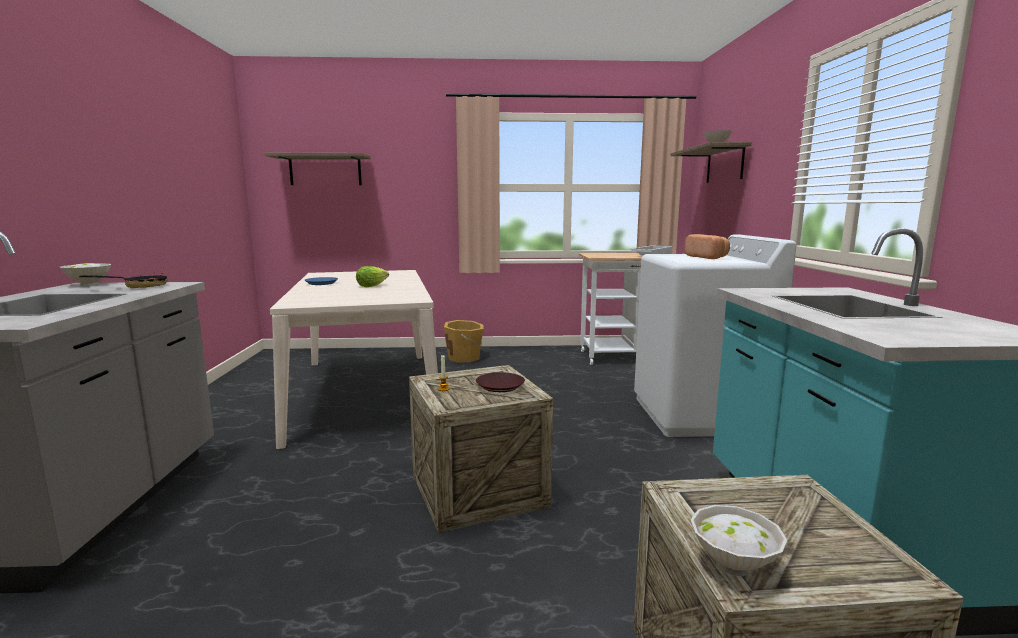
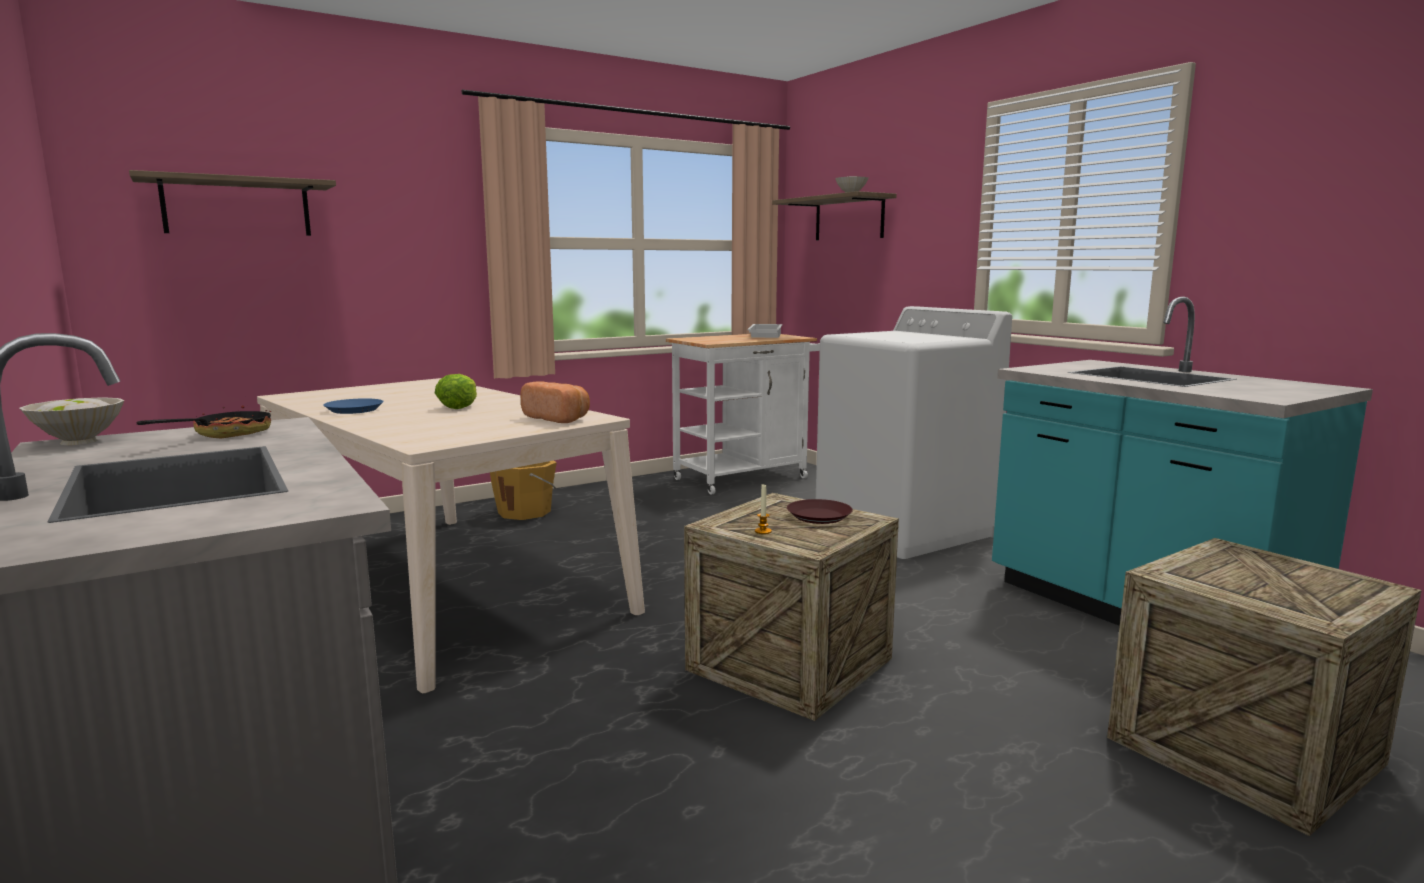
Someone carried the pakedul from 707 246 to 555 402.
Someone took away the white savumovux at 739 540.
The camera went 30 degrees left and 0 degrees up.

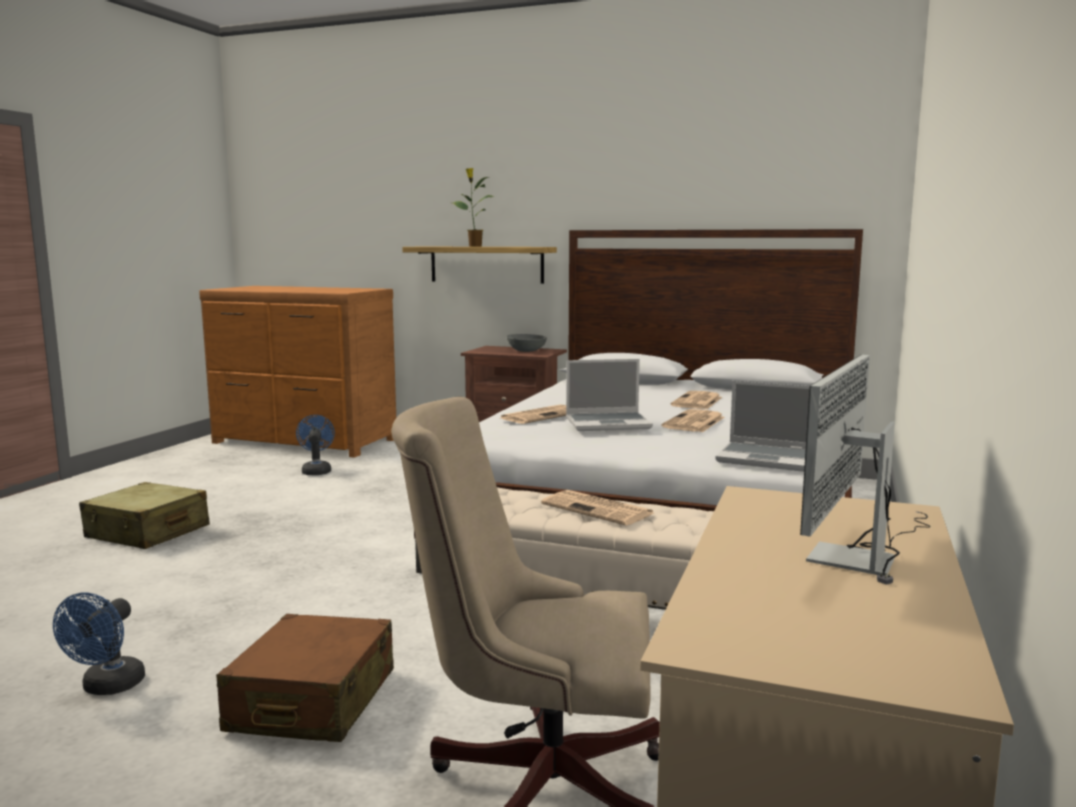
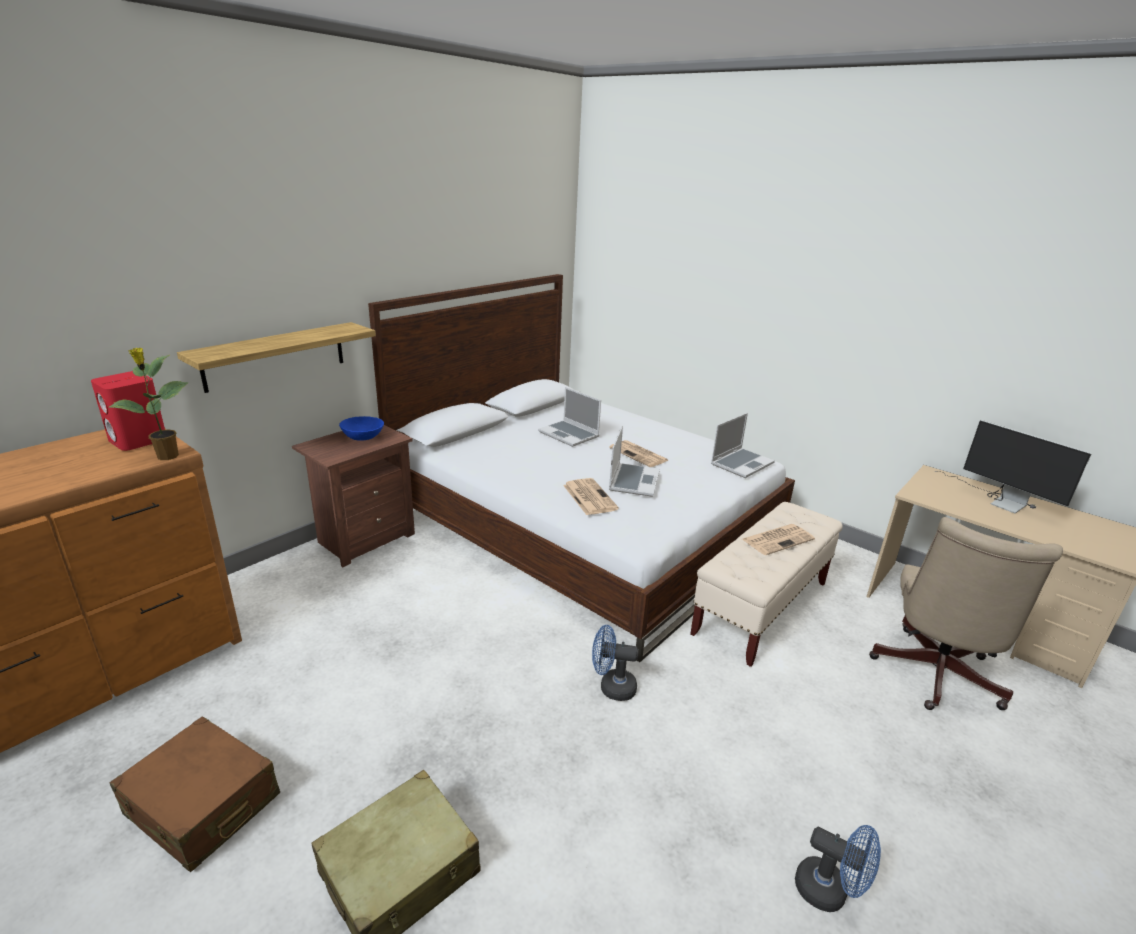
Someone carried the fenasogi from 473 207 to 149 404.
Someone repainted the grey savumovux at 526 343, which became the blue savumovux at 361 428.
Someone swapped the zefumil at 696 400 for the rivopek at 569 417.
Someone carried the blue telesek from 315 445 to 615 663.
Someone carried the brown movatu from 305 678 to 195 794.
Someone put down the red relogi at 128 411.
The camera went 70 degrees left and 15 degrees up.

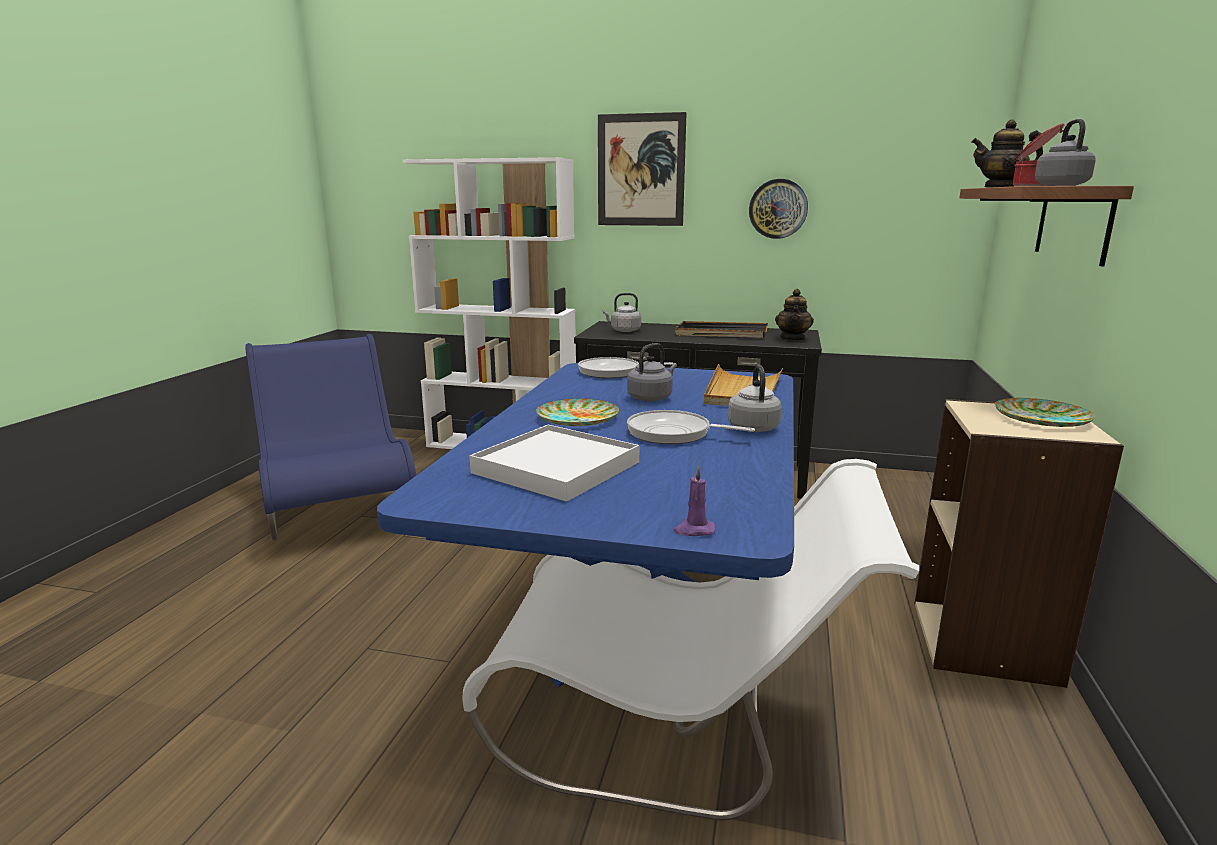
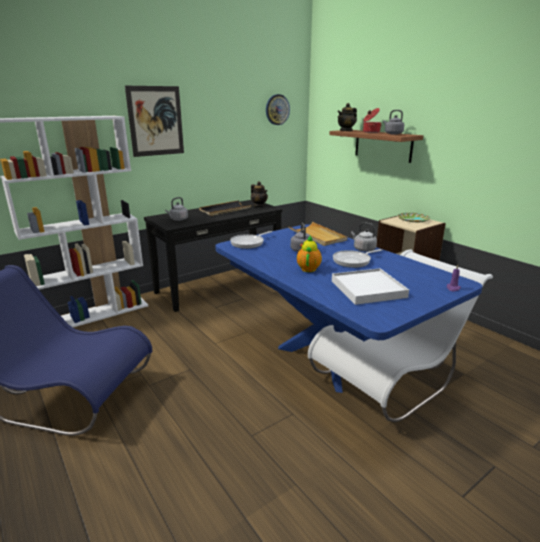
Someone carried the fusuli from 778 209 to 278 109.
Someone swapped the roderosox at 577 412 for the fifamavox at 309 253.
The camera went 50 degrees left and 5 degrees up.

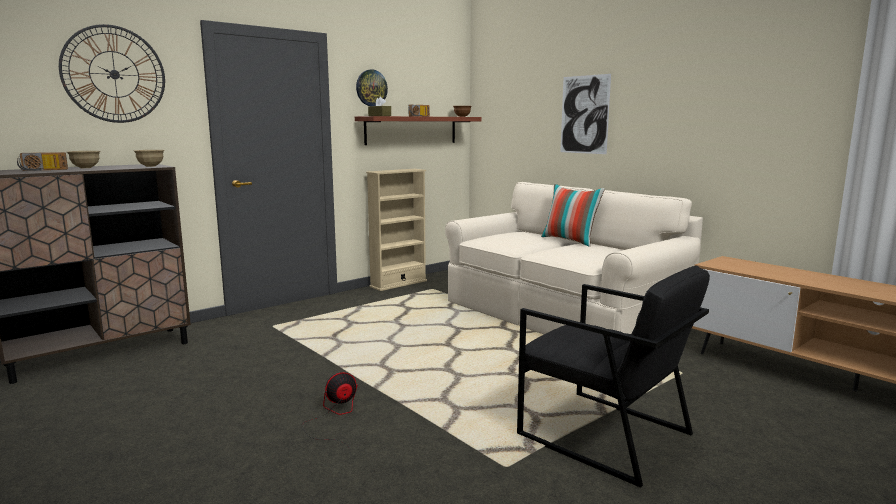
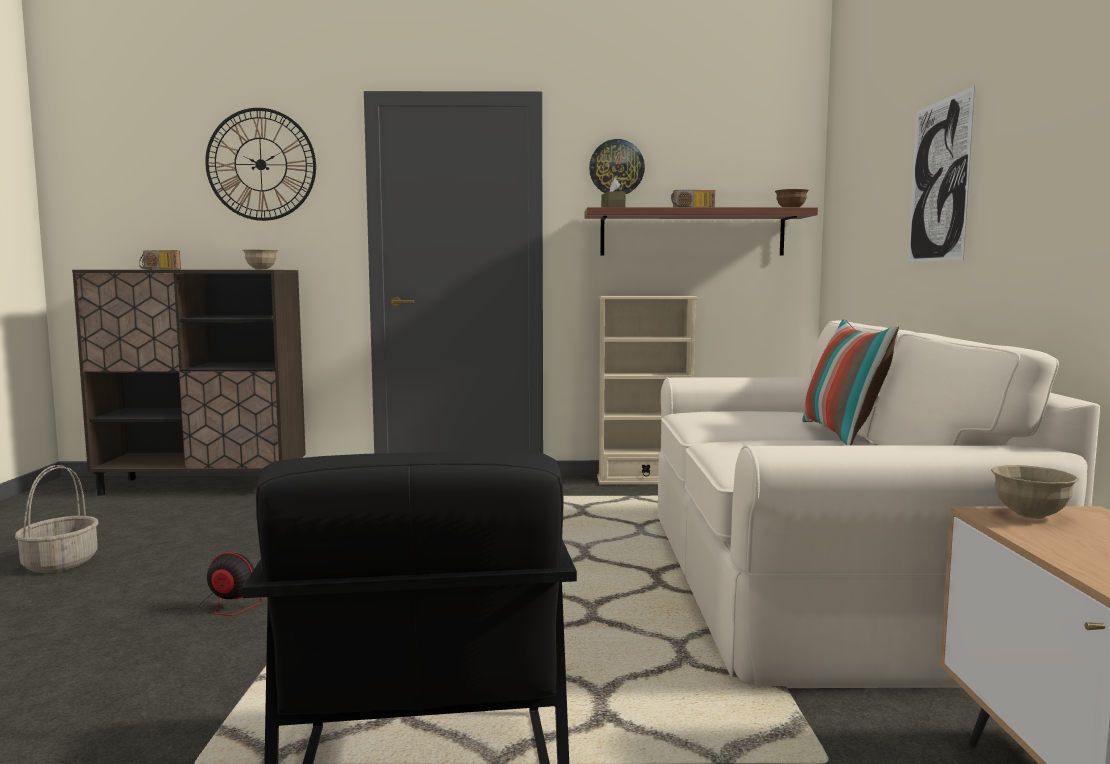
Someone carried the beige savumovux from 84 159 to 1035 492.
Someone put down the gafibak at 56 519.
The camera went 40 degrees right and 5 degrees down.

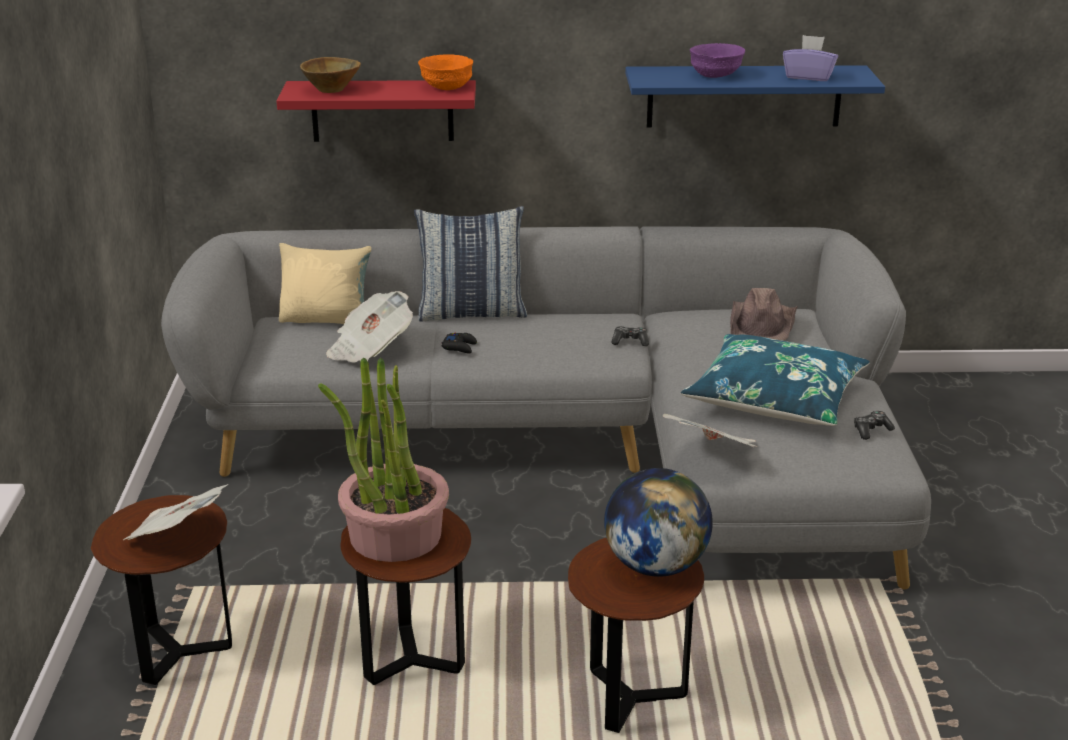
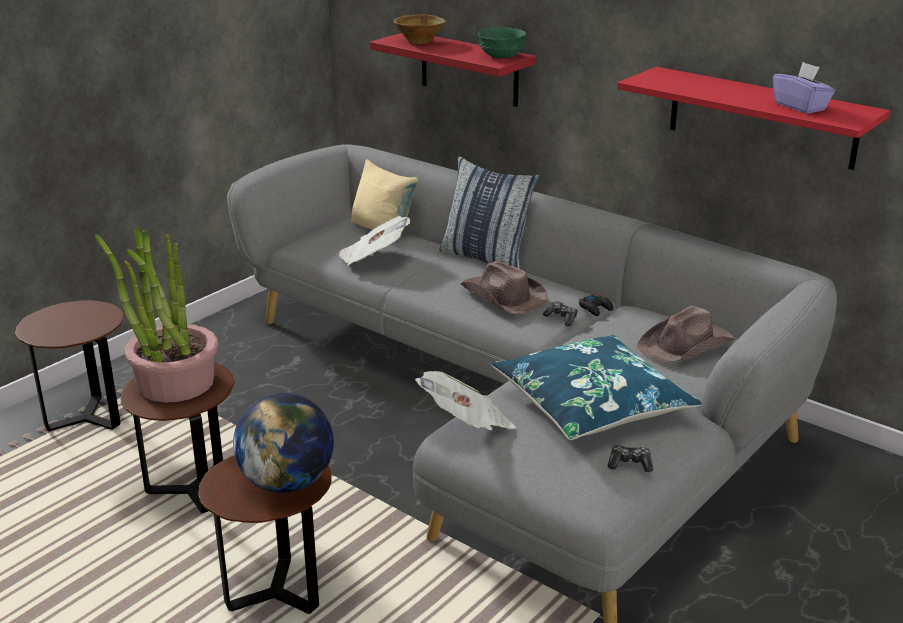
Someone took away the purple savumovux at 717 60.
Someone repainted the orange savumovux at 445 72, which became the green savumovux at 502 43.
Someone repainted the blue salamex at 755 96, which became the red salamex at 753 118.
Someone carried the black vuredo from 459 343 to 596 305.
Someone took away the zefumil at 176 512.
Someone put down the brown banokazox at 504 287.
The camera went 40 degrees right and 0 degrees up.

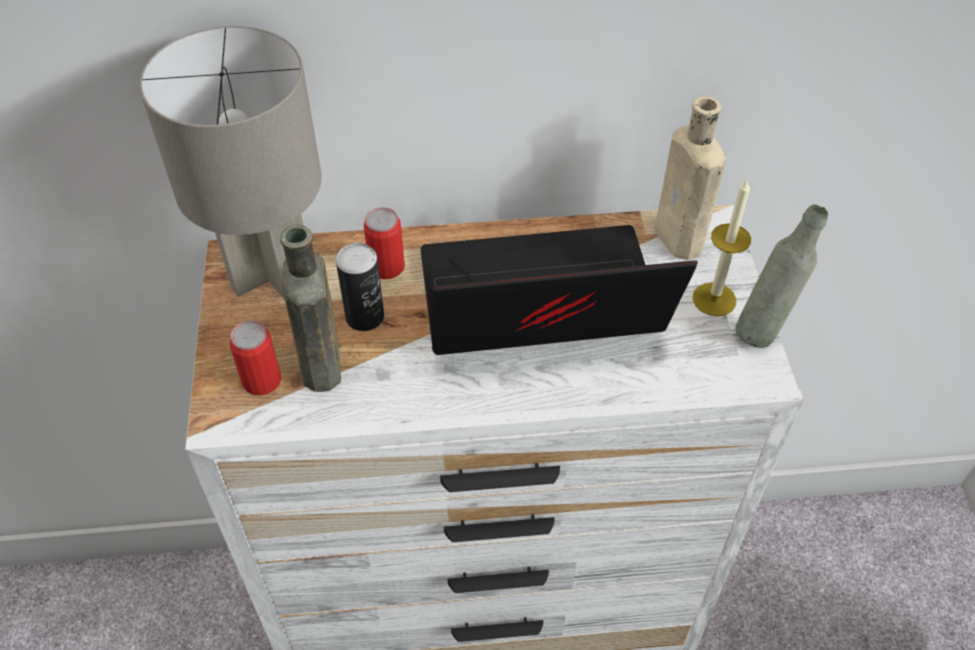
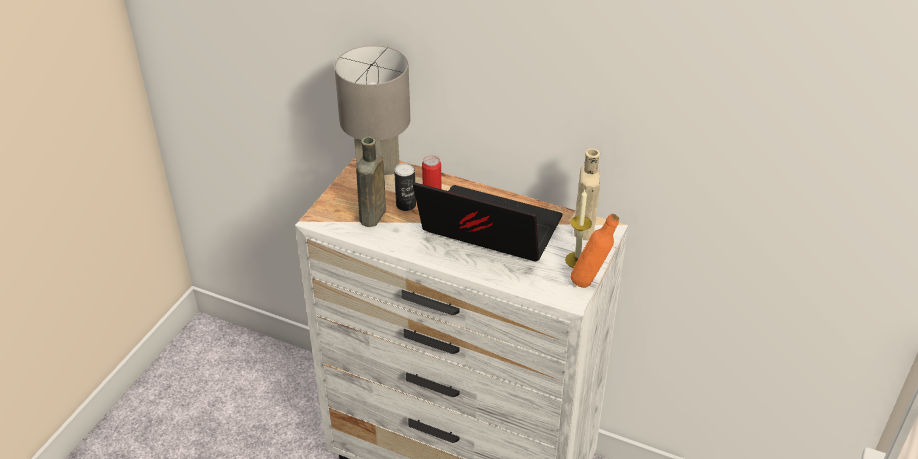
Someone repainted the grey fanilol at 781 276, which became the orange fanilol at 594 251.
Someone took away the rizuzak at 255 357.
The camera went 30 degrees right and 10 degrees down.

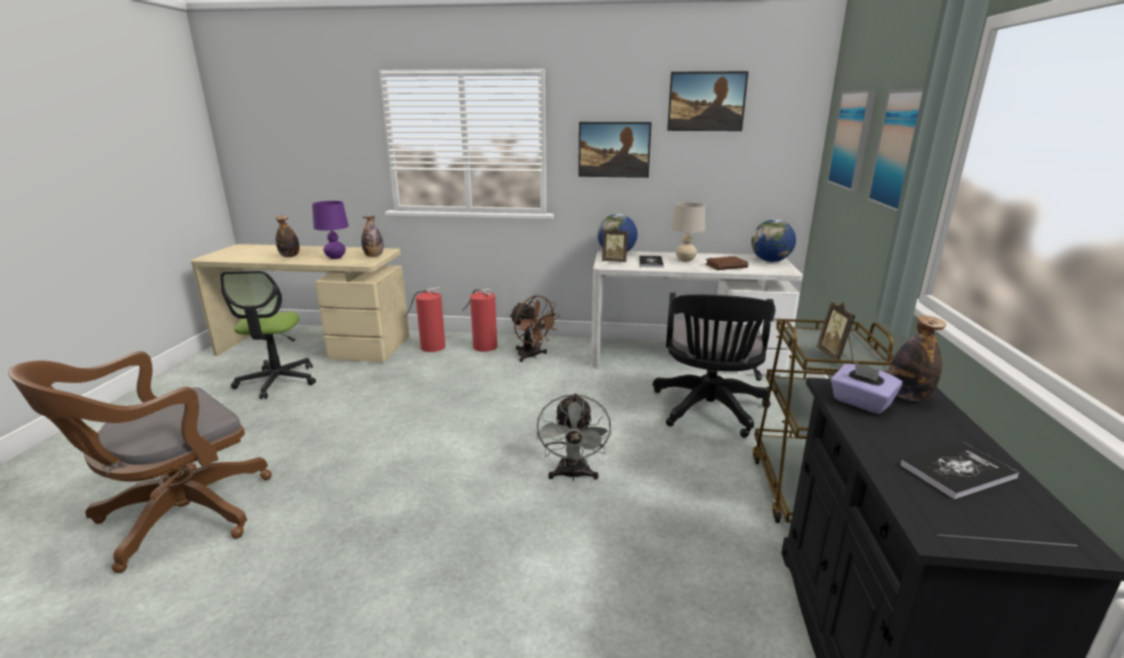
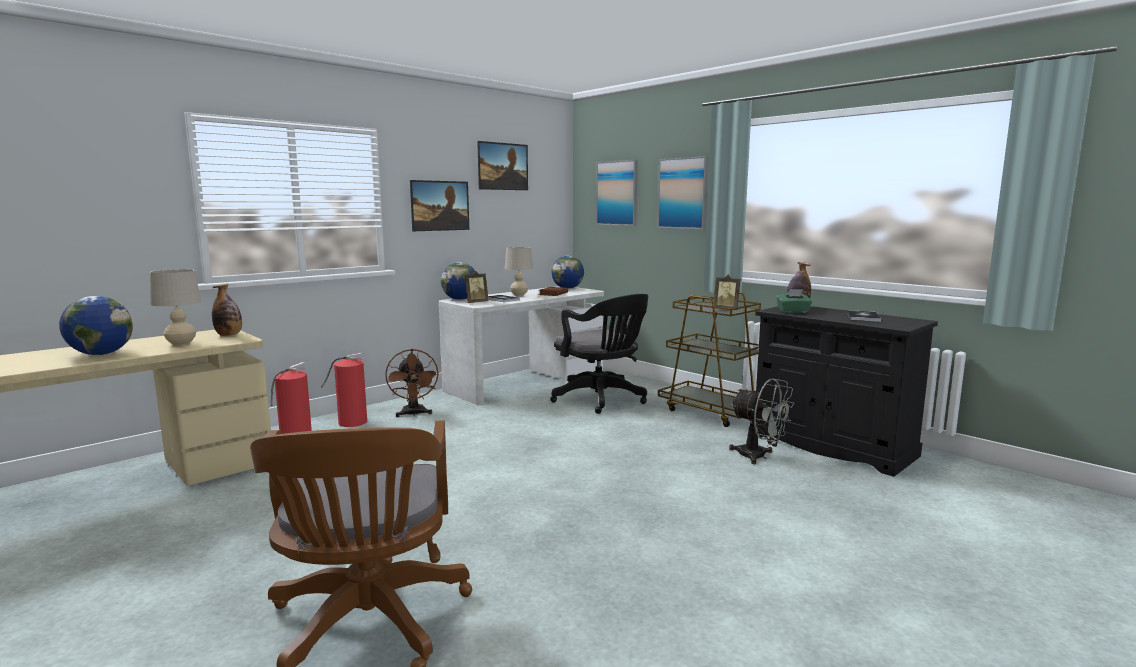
Someone repainted the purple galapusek at 330 230, which became the beige galapusek at 176 307.
Someone swapped the fanilol at 287 236 for the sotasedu at 96 325.
Someone took away the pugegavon at 268 335.
Someone rotated the brown telesek at 534 328 by 75 degrees clockwise.
Someone repainted the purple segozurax at 867 388, which became the green segozurax at 794 301.
Someone carried the grey telesek from 574 437 to 761 421.
The camera went 50 degrees left and 10 degrees down.

